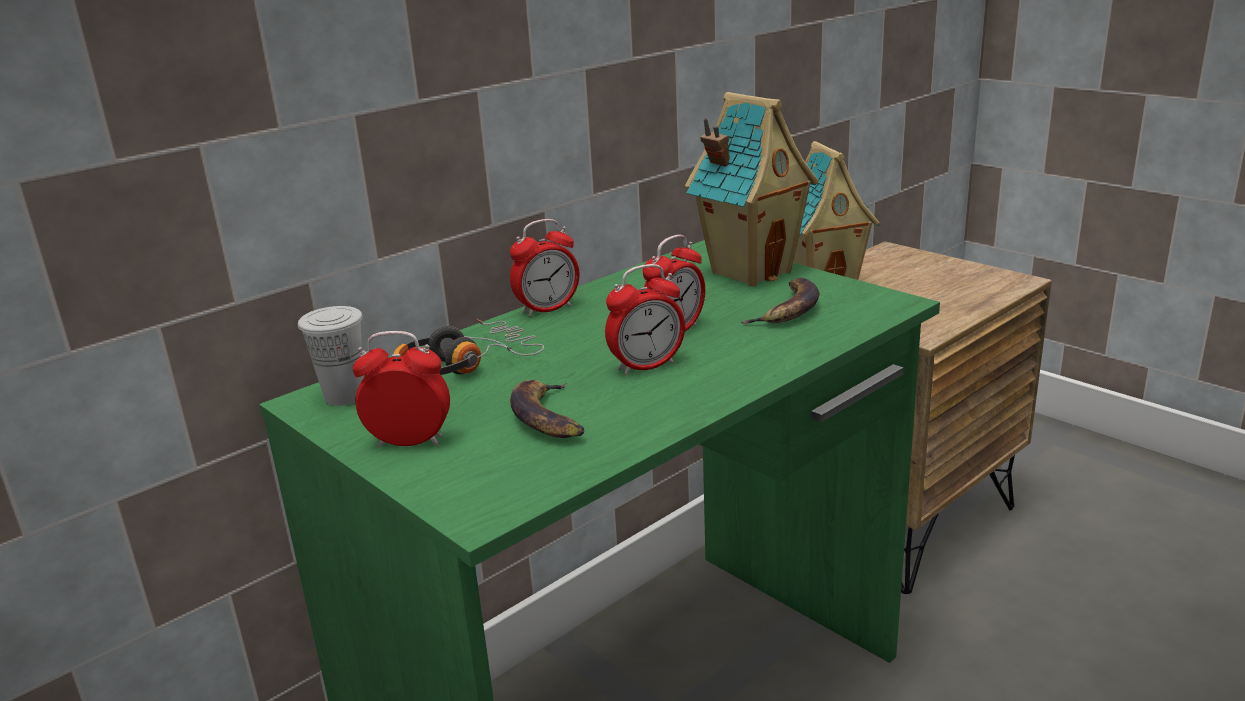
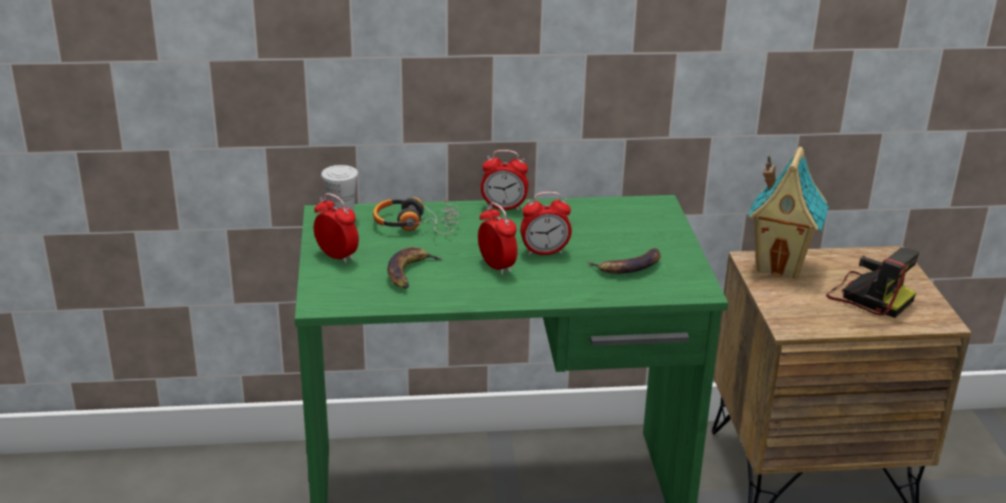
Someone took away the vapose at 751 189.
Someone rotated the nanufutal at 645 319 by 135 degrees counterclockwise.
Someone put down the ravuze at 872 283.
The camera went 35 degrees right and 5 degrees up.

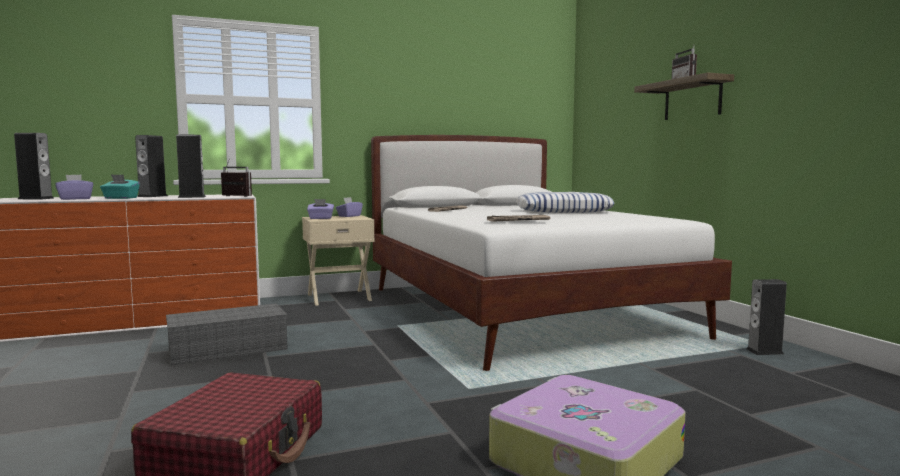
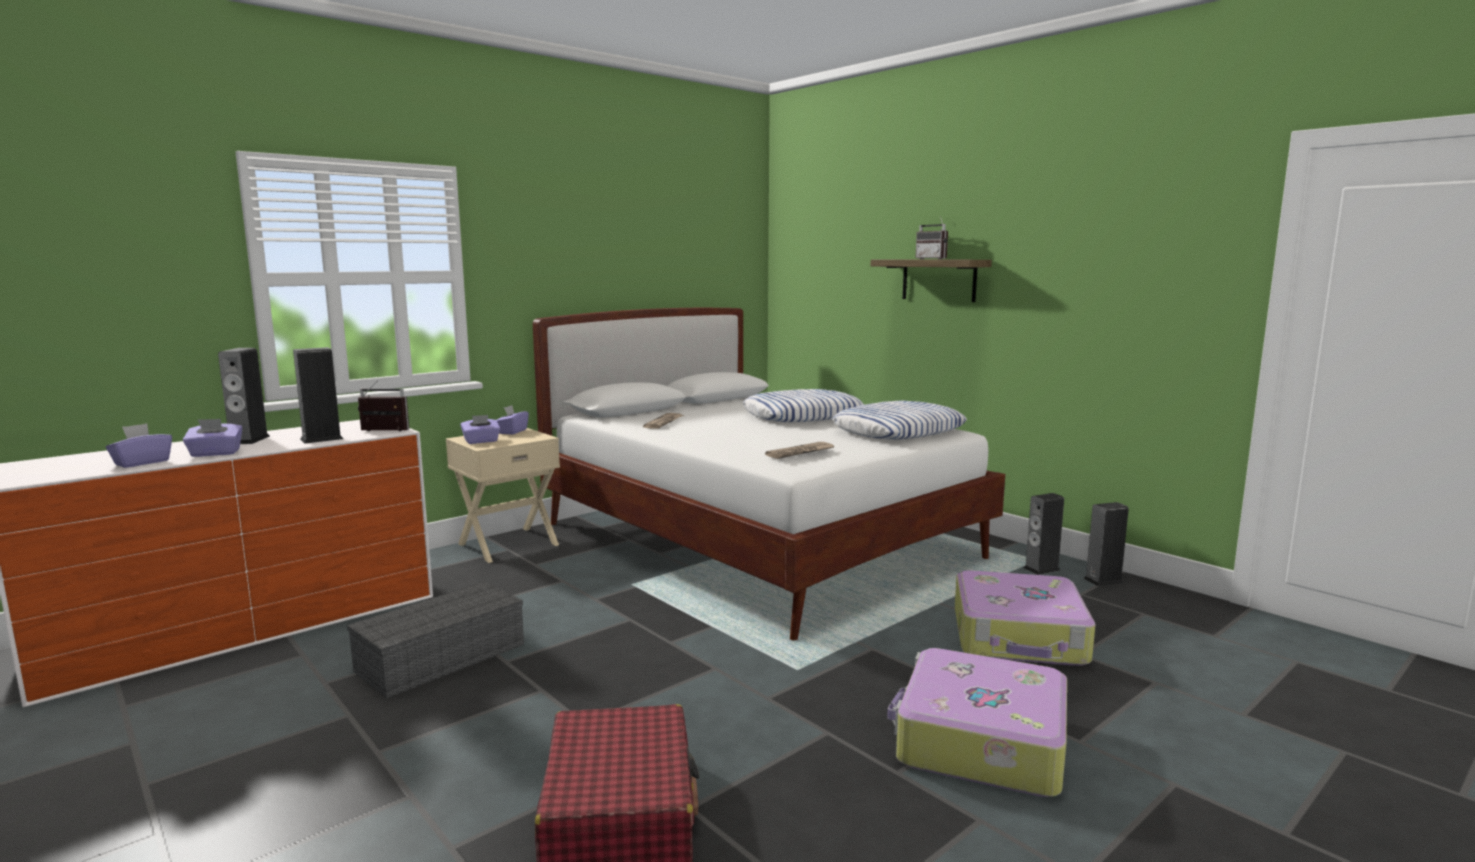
Someone carried the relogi from 34 166 to 1106 544.
Someone repainted the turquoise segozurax at 120 186, which became the purple segozurax at 213 438.
Someone put down the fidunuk at 899 420.
Someone put down the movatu at 1025 618.
The camera went 20 degrees left and 5 degrees up.

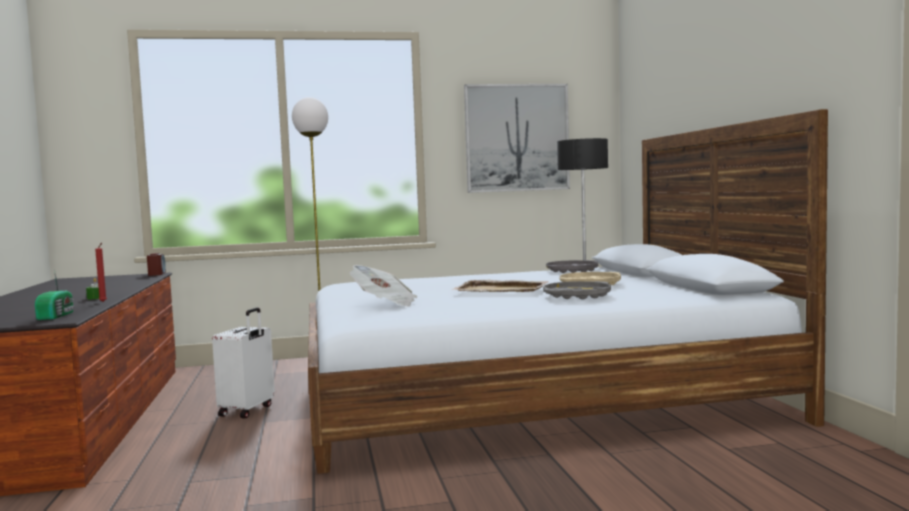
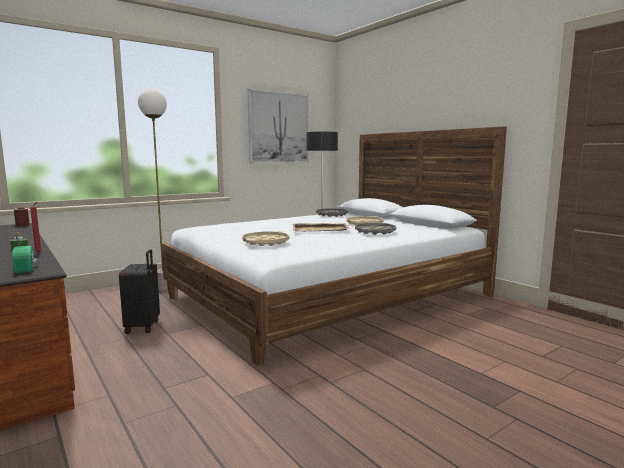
Someone swapped the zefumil at 383 286 for the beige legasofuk at 266 238.
Someone repainted the white movatu at 243 363, which became the black movatu at 139 291.
The camera went 25 degrees left and 5 degrees up.

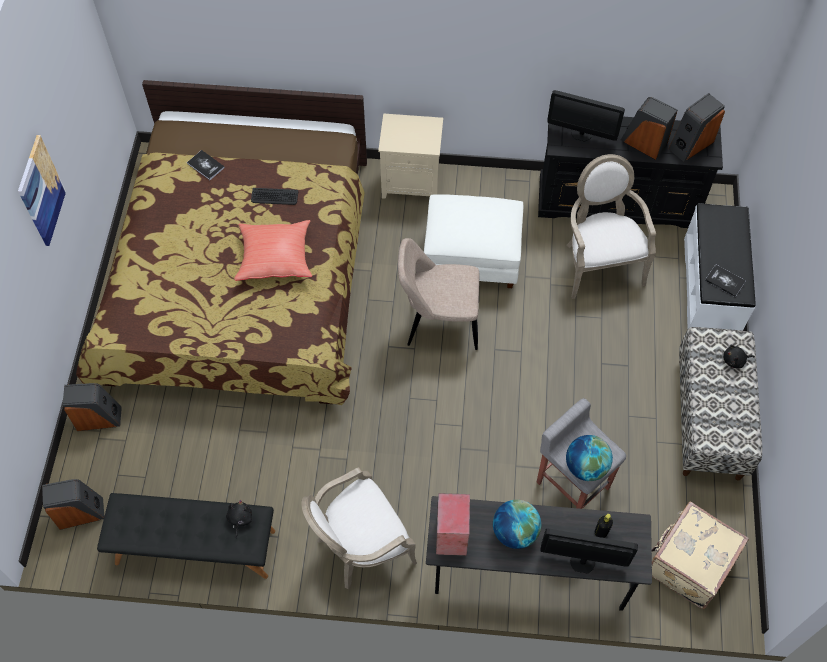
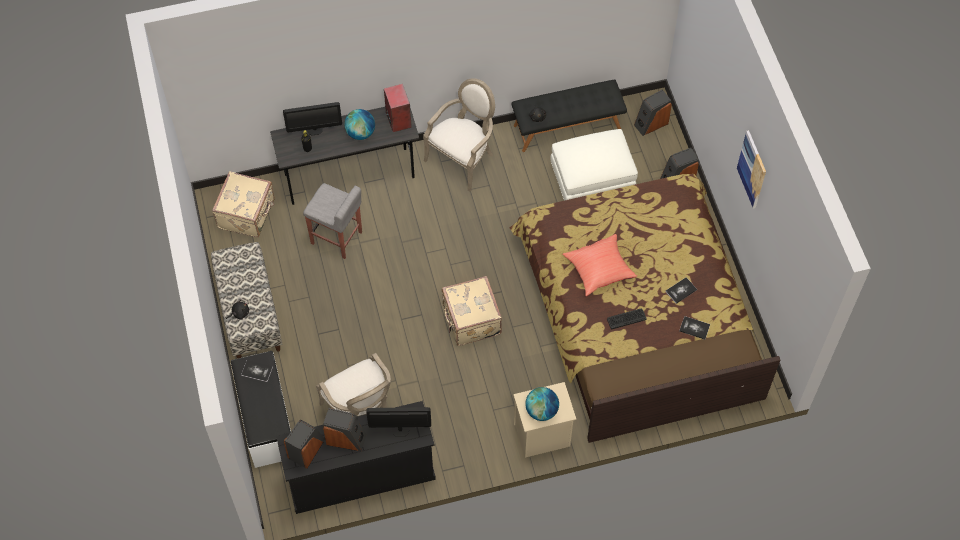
Someone carried the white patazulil from 473 241 to 594 165.
Someone swapped the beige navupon at 438 294 for the beige movatu at 472 311.
Someone carried the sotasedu from 589 458 to 542 404.
Someone put down the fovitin at 681 290.
The camera went 160 degrees right and 0 degrees up.

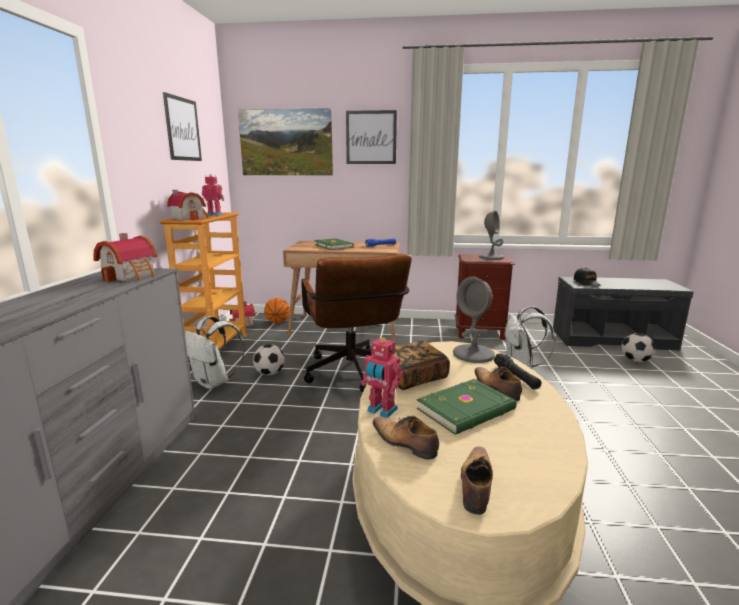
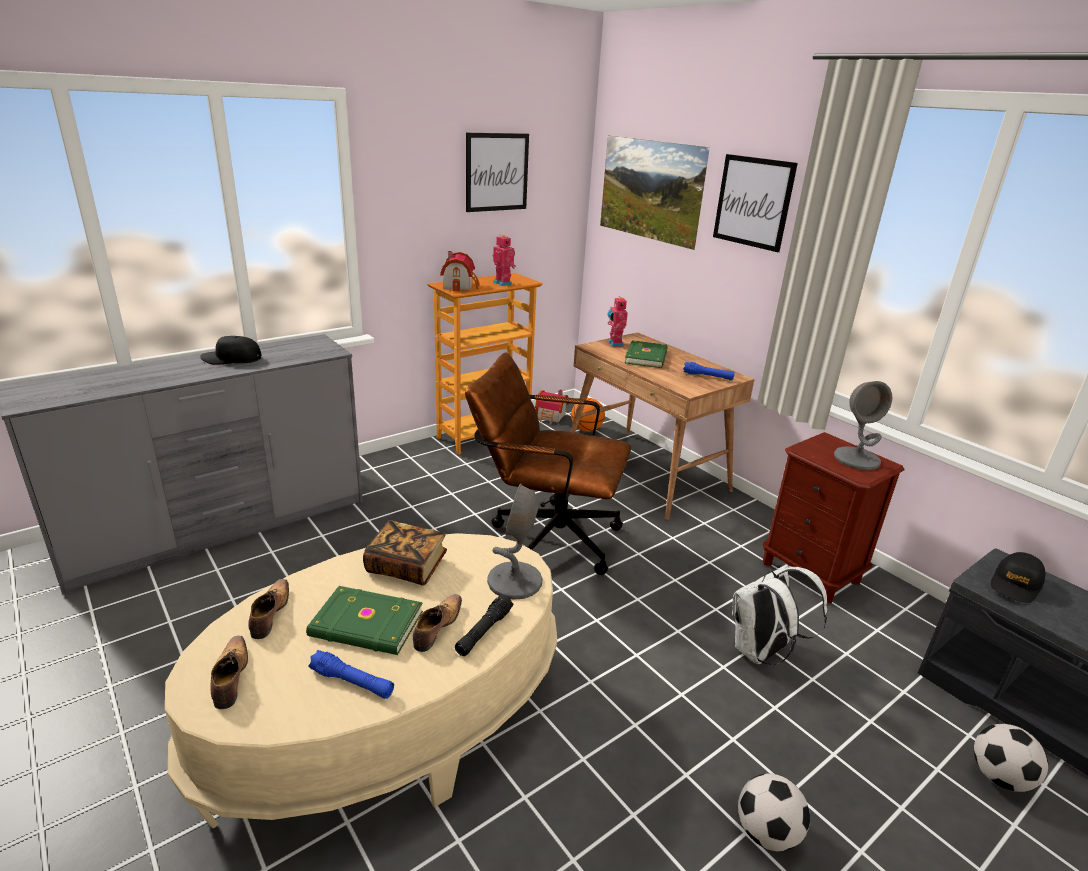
Someone took away the vapose at 125 257.
Someone rotated the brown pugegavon at 356 323 by 75 degrees clockwise.
Someone took away the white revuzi at 215 352.
Someone carried the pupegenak from 382 377 to 618 321.
Someone carried the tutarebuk from 269 359 to 774 812.
Someone rotated the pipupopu at 477 480 by 75 degrees counterclockwise.
Someone put down the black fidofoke at 231 350.
Someone put down the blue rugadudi at 351 674.
The camera went 45 degrees right and 10 degrees up.

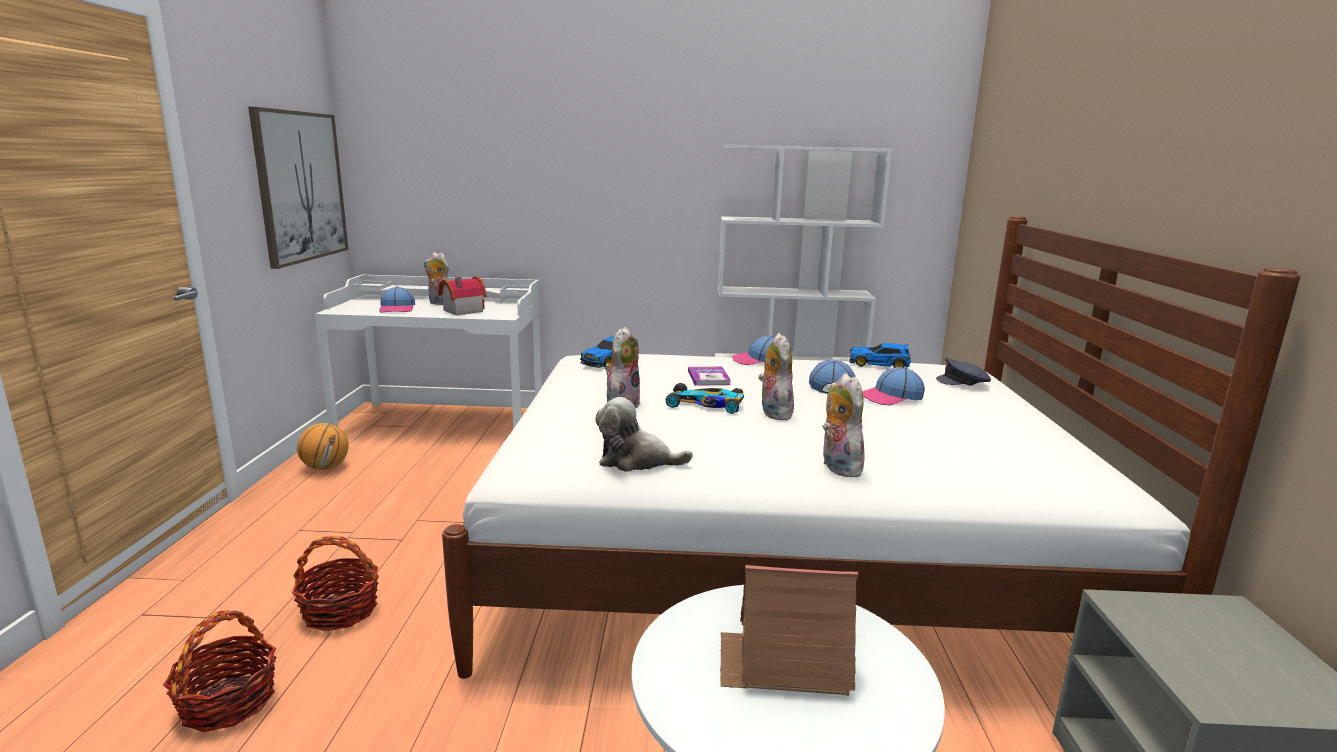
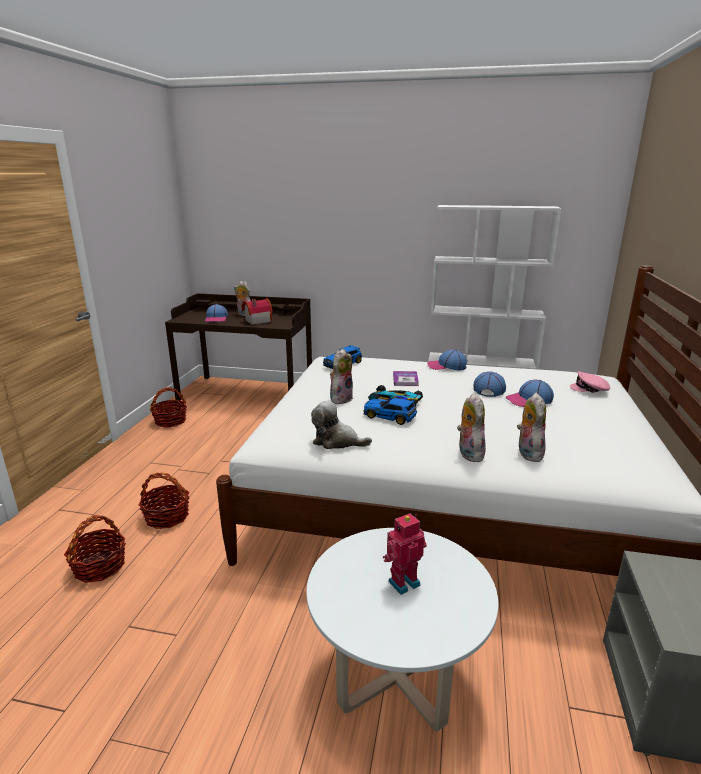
Someone took away the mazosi at 298 188.
Someone repainted the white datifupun at 428 352, which became the brown datifupun at 238 346.
Someone carried the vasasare from 776 376 to 531 427.
Someone carried the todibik from 880 355 to 390 411.
Someone repainted the grey fidofoke at 963 371, which became the pink fidofoke at 590 382.
Someone swapped the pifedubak at 323 446 for the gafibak at 168 407.
Someone swapped the vapose at 789 630 for the pupegenak at 405 554.
The camera went 10 degrees right and 5 degrees up.

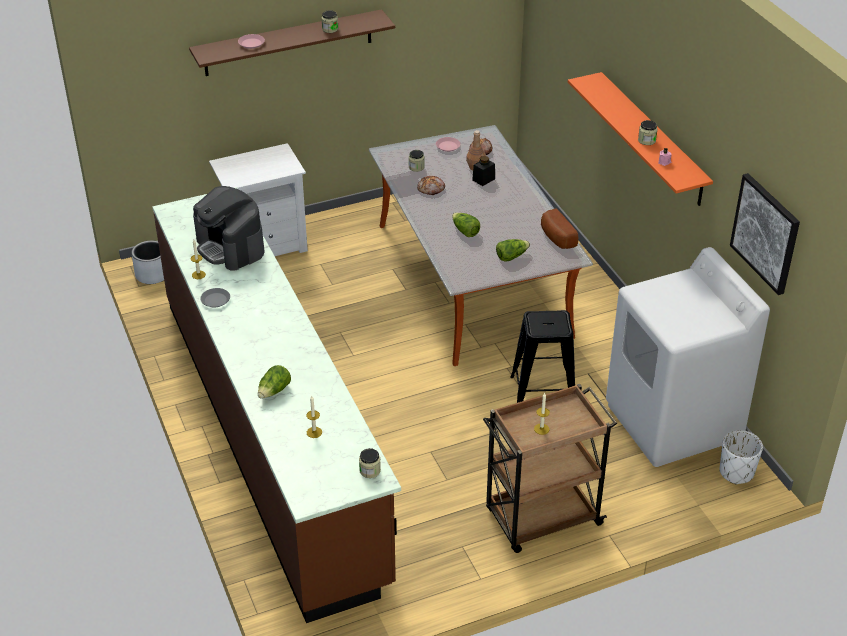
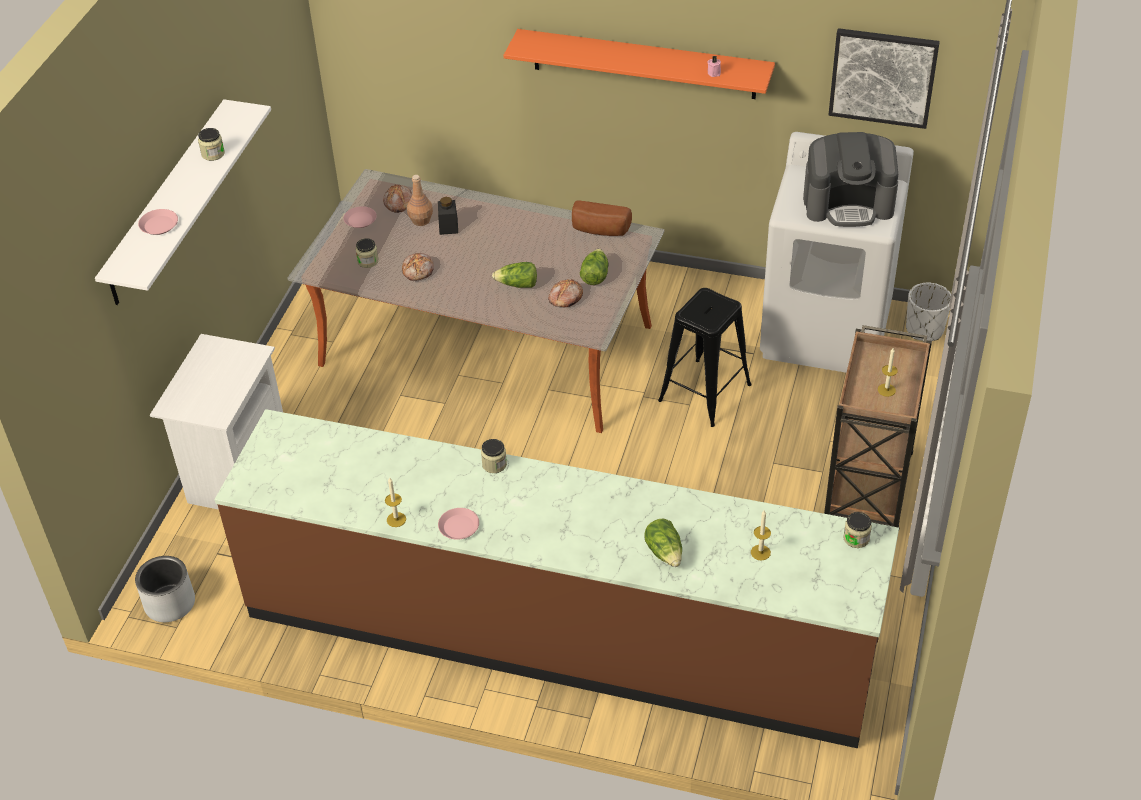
Someone repainted the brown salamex at 292 42, which became the white salamex at 183 202.
Someone carried the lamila from 648 132 to 494 456.
Someone carried the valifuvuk from 229 228 to 850 179.
Someone repainted the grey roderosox at 215 298, which became the pink roderosox at 458 524.
Someone put down the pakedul at 565 293.
The camera went 50 degrees left and 5 degrees up.

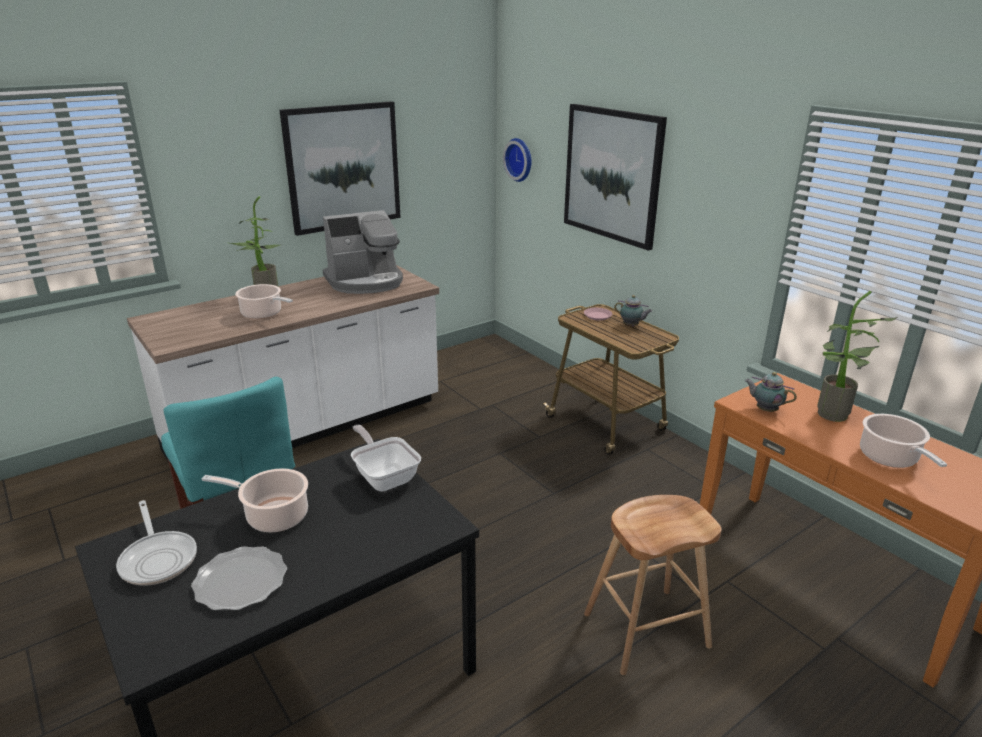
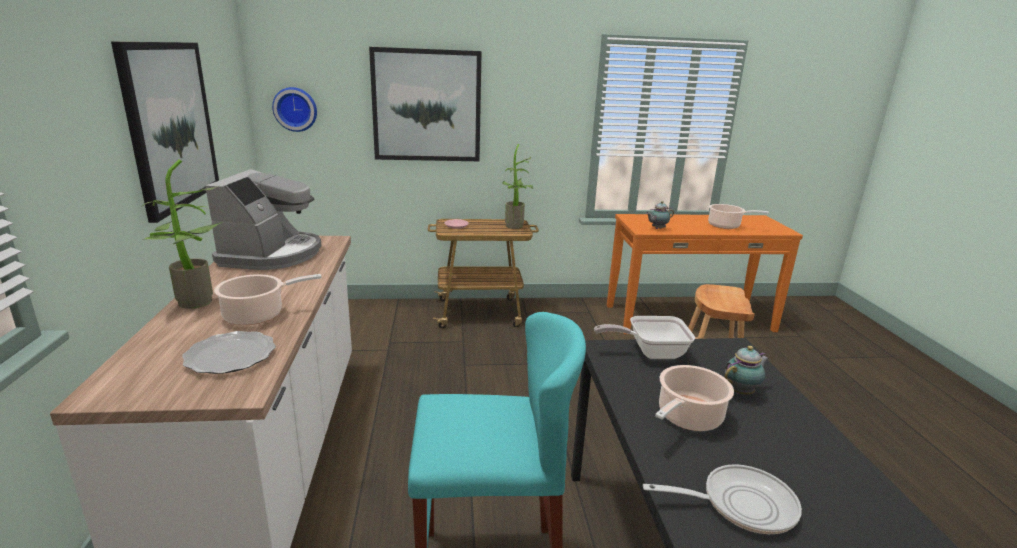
Someone carried the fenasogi from 857 356 to 518 186.
Someone carried the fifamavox from 633 310 to 747 370.
Someone carried the roderosox from 239 578 to 229 352.
The camera went 60 degrees left and 5 degrees down.

